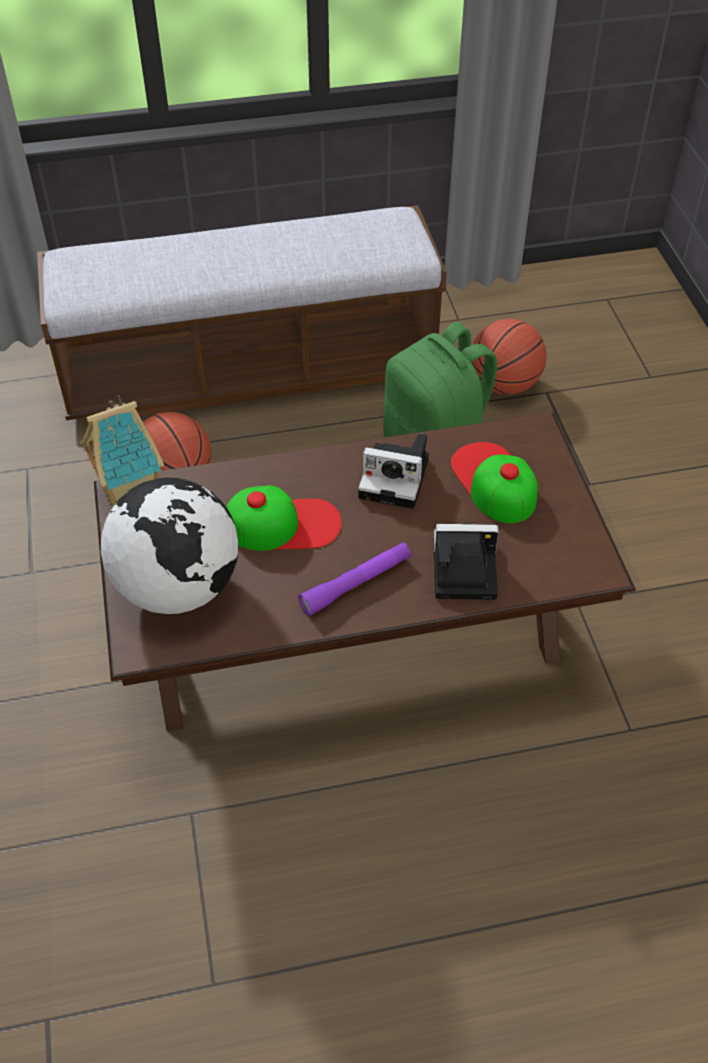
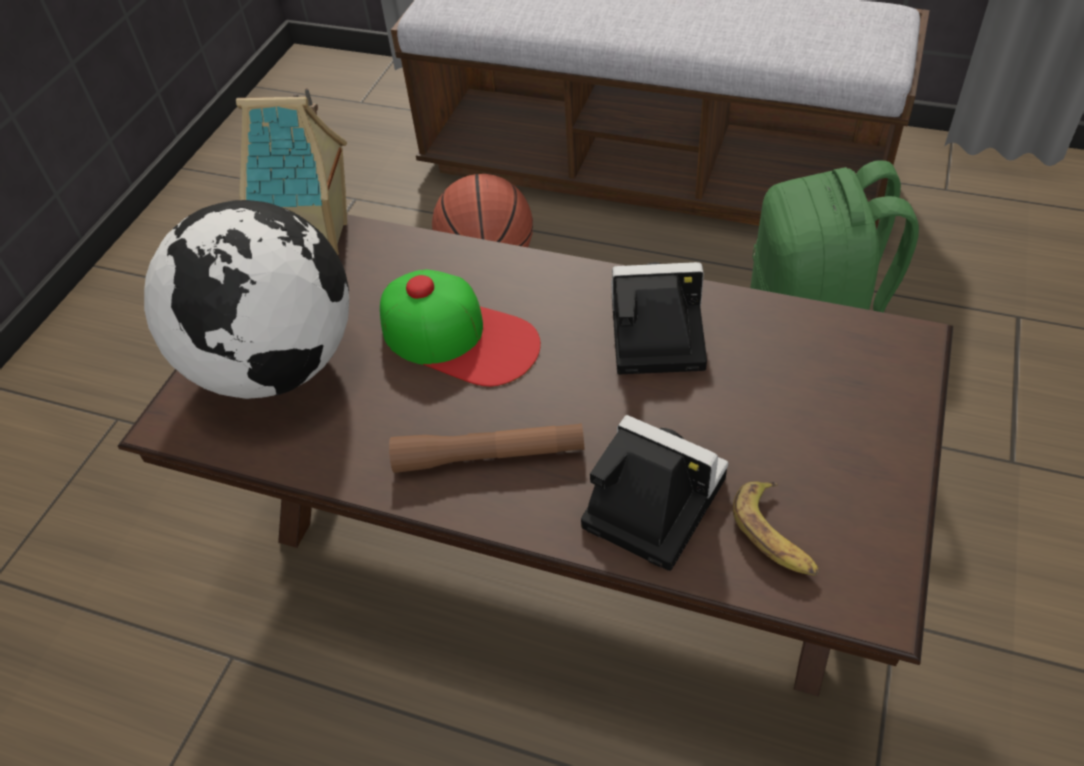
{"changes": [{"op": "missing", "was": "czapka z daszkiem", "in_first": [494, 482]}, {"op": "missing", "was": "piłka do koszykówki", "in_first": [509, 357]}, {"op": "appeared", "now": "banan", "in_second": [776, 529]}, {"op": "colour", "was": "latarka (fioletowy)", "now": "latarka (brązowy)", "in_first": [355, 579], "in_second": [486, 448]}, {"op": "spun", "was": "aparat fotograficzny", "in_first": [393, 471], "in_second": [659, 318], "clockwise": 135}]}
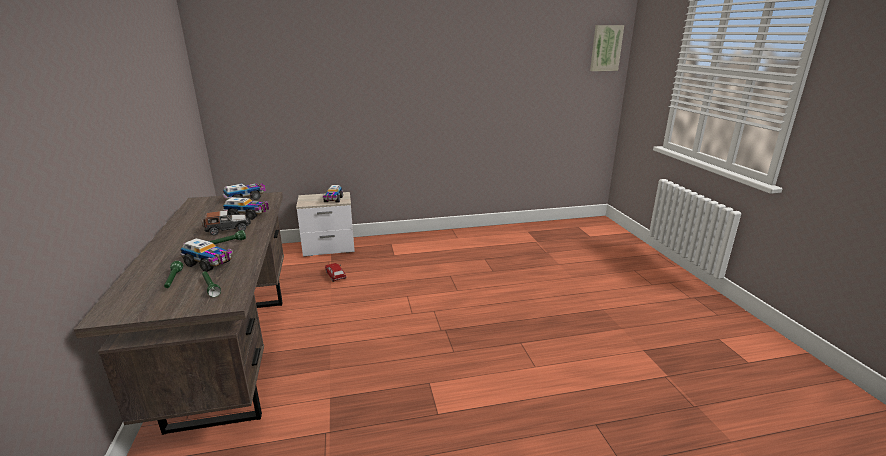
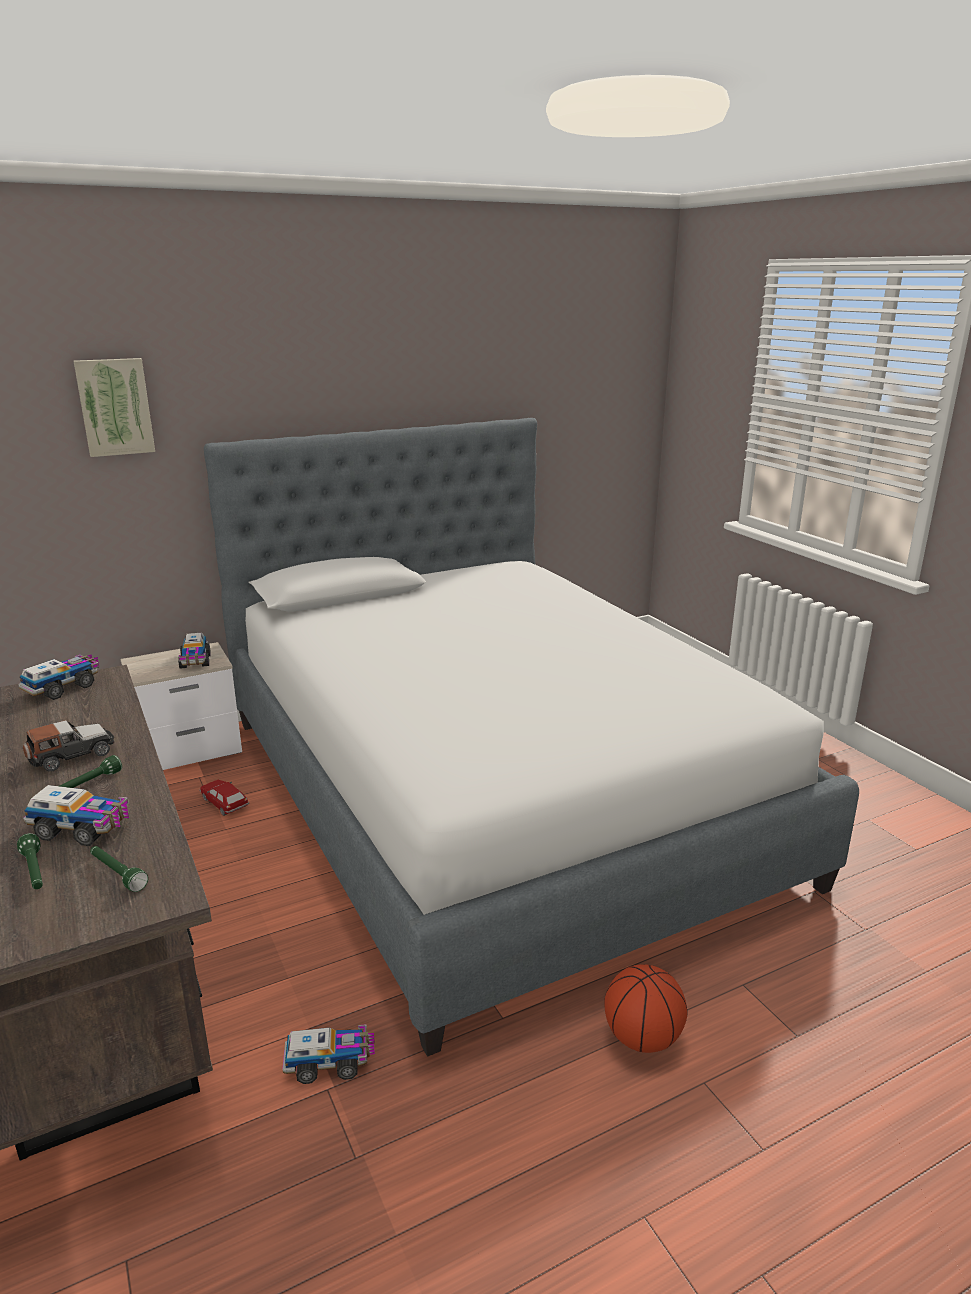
{"changes": [{"op": "appeared", "now": "łóżko", "in_second": [531, 737]}, {"op": "appeared", "now": "piłka do koszykówki", "in_second": [645, 1008]}, {"op": "relocated", "was": "ciężarówka zabawkowa", "in_first": [246, 208], "in_second": [328, 1054]}, {"op": "relocated", "was": "obraz", "in_first": [607, 48], "in_second": [114, 407]}]}
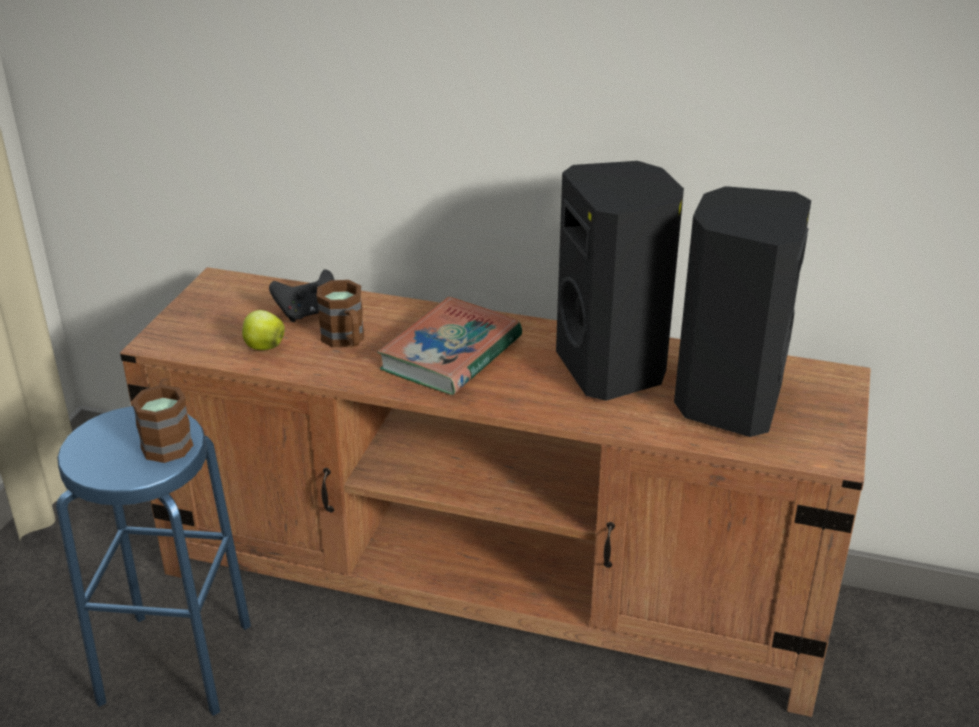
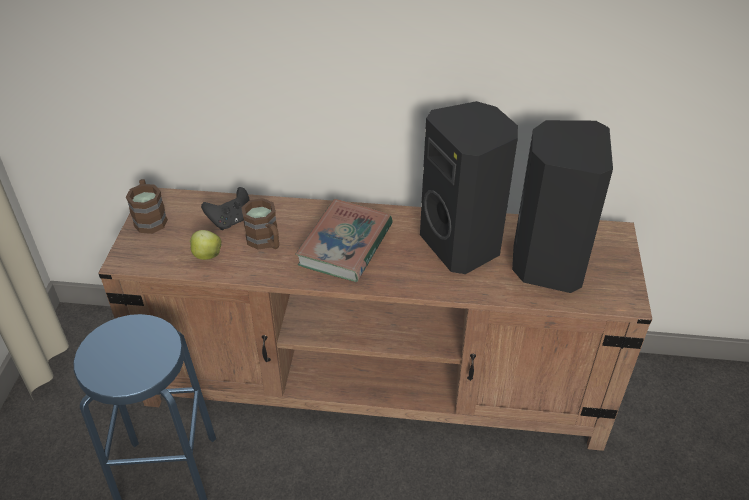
{"changes": [{"op": "relocated", "was": "kubek (brązowy)", "in_first": [162, 421], "in_second": [147, 206]}]}
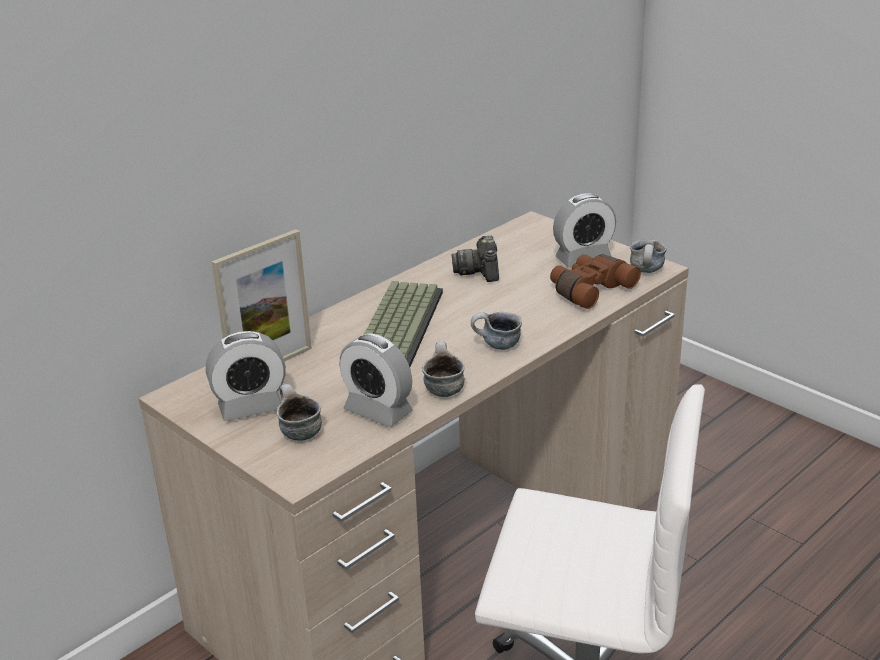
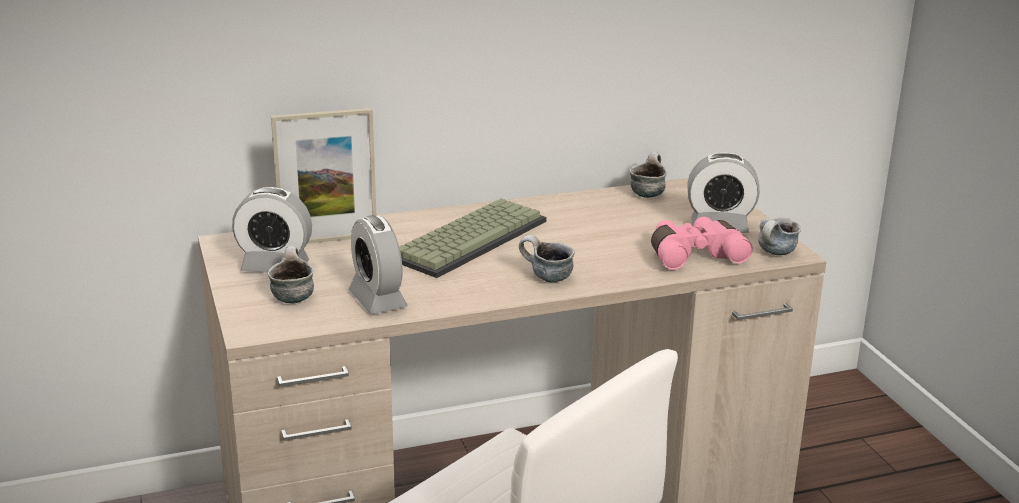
{"changes": [{"op": "missing", "was": "aparat fotograficzny", "in_first": [475, 259]}, {"op": "relocated", "was": "kubek", "in_first": [443, 369], "in_second": [648, 175]}, {"op": "colour", "was": "lornetka (brązowy)", "now": "lornetka (różowy)", "in_first": [595, 281], "in_second": [702, 243]}]}
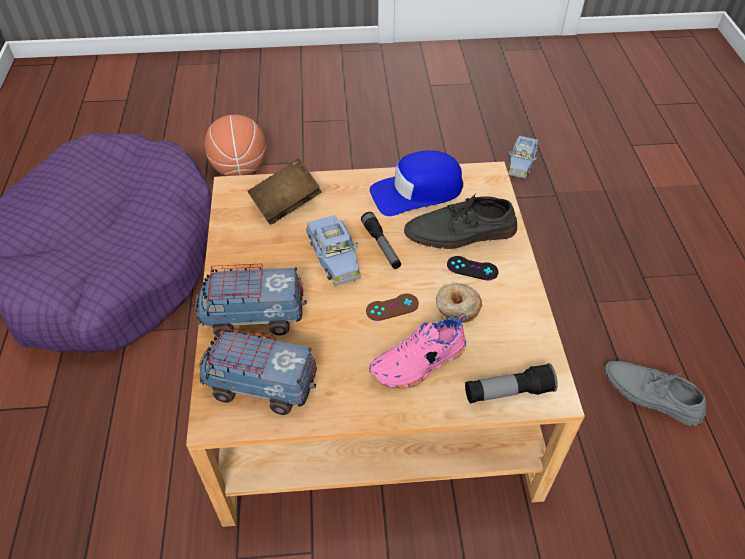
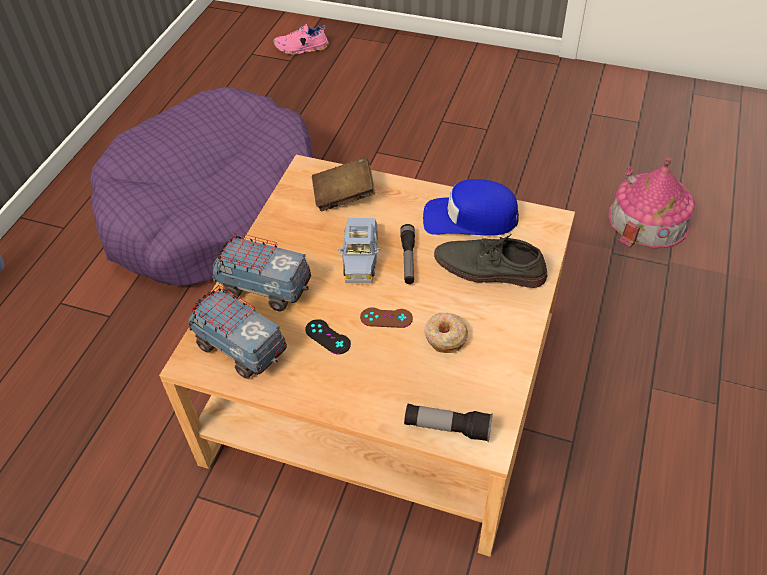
{"changes": [{"op": "missing", "was": "piłka do koszykówki", "in_first": [235, 145]}, {"op": "missing", "was": "but (szary)", "in_first": [655, 393]}, {"op": "relocated", "was": "but (różowy)", "in_first": [418, 351], "in_second": [301, 39]}, {"op": "relocated", "was": "pad do gier (czarny)", "in_first": [473, 268], "in_second": [328, 336]}, {"op": "exchanged", "was": "samochodzik (niebieski)", "now": "domek", "in_first": [523, 157], "in_second": [651, 203]}]}
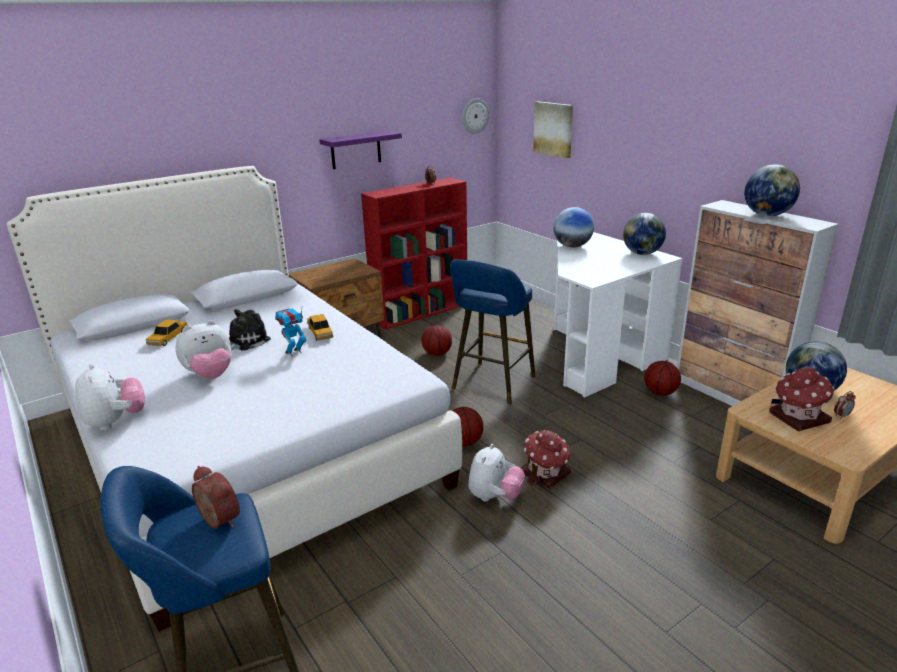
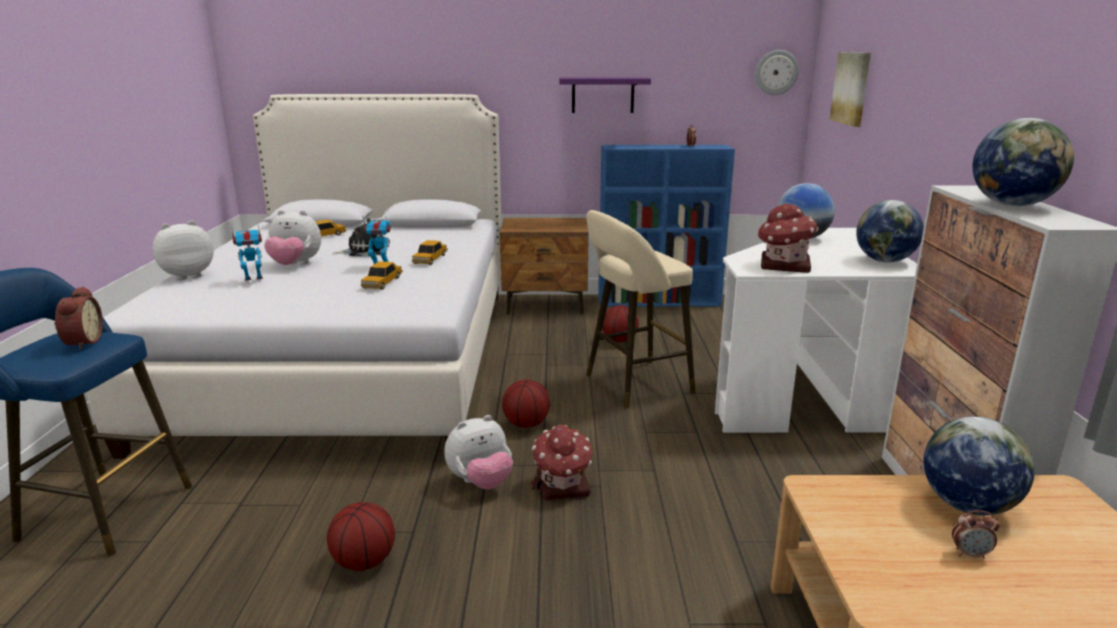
{"changes": [{"op": "appeared", "now": "robot zabawkowy", "in_second": [247, 254]}, {"op": "appeared", "now": "samochodzik", "in_second": [382, 276]}, {"op": "relocated", "was": "piłka do koszykówki", "in_first": [662, 378], "in_second": [361, 536]}, {"op": "relocated", "was": "domek", "in_first": [802, 399], "in_second": [787, 238]}, {"op": "colour", "was": "regał (czerwony)", "now": "regał (niebieski)", "in_first": [414, 253], "in_second": [666, 226]}, {"op": "colour", "was": "stołek (niebieski)", "now": "stołek (beżowy)", "in_first": [493, 331], "in_second": [641, 309]}, {"op": "spun", "was": "pluszak", "in_first": [110, 397], "in_second": [183, 250], "clockwise": -135}]}
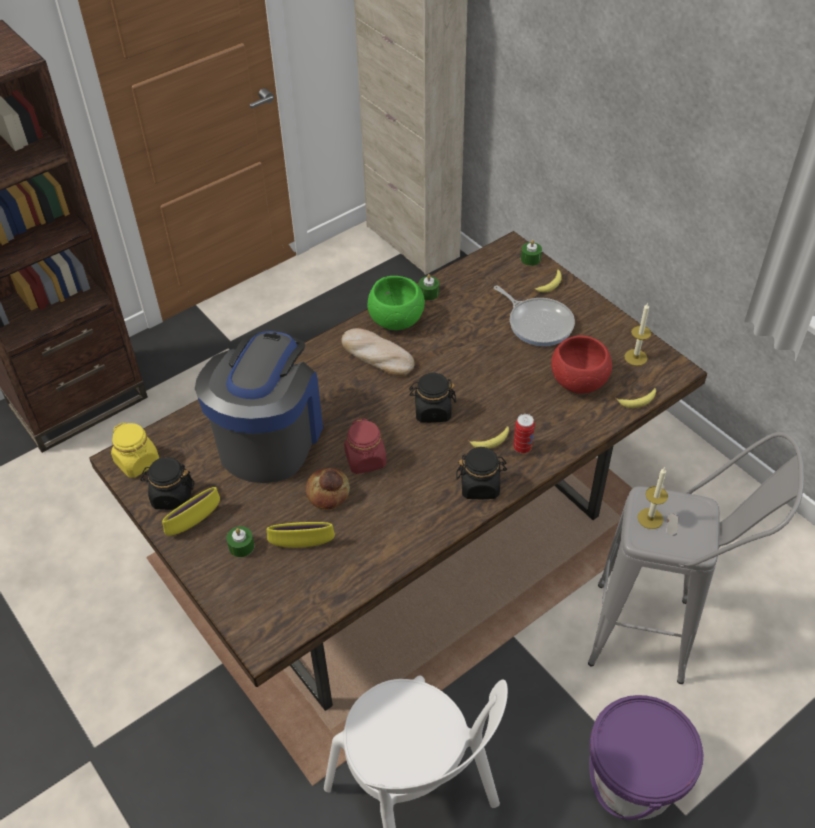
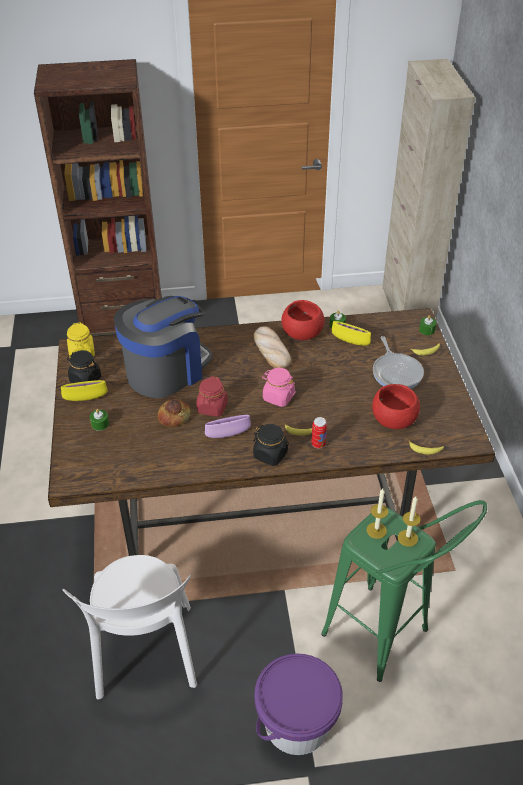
{"changes": [{"op": "appeared", "now": "miska (fioletowy)", "in_second": [228, 426]}, {"op": "relocated", "was": "miska (żółty)", "in_first": [300, 535], "in_second": [351, 333]}, {"op": "relocated", "was": "świeca", "in_first": [637, 334], "in_second": [409, 521]}, {"op": "colour", "was": "miska (zielony)", "now": "miska (czerwony)", "in_first": [396, 303], "in_second": [303, 320]}, {"op": "colour", "was": "słoik (czarny)", "now": "słoik (różowy)", "in_first": [432, 398], "in_second": [279, 387]}, {"op": "colour", "was": "stołek (szary)", "now": "stołek (zielony)", "in_first": [696, 558], "in_second": [404, 591]}]}
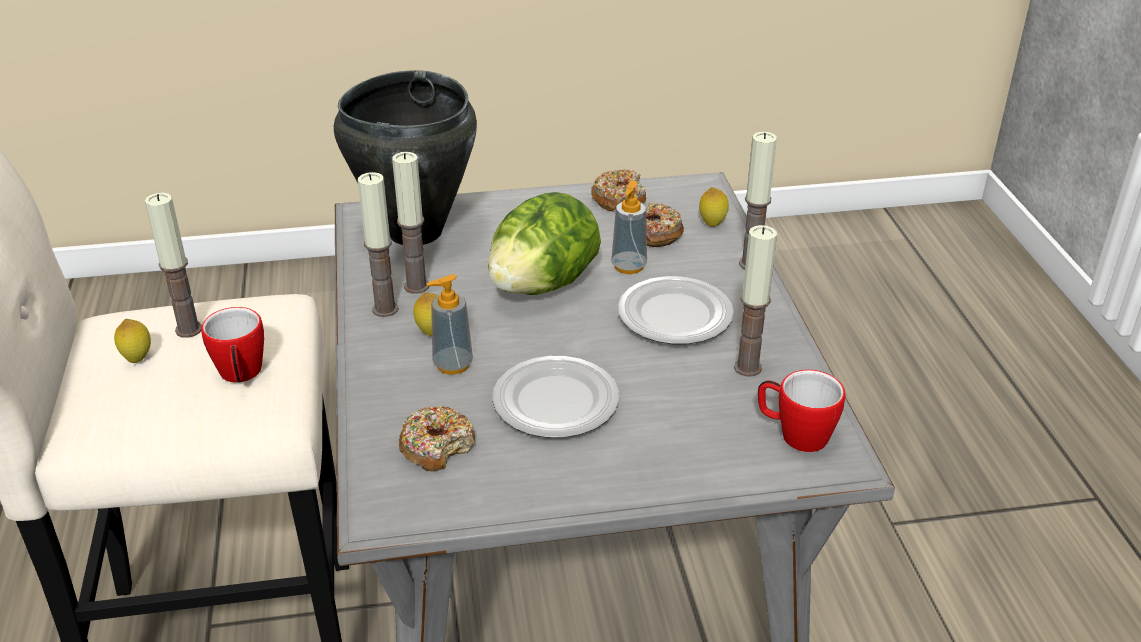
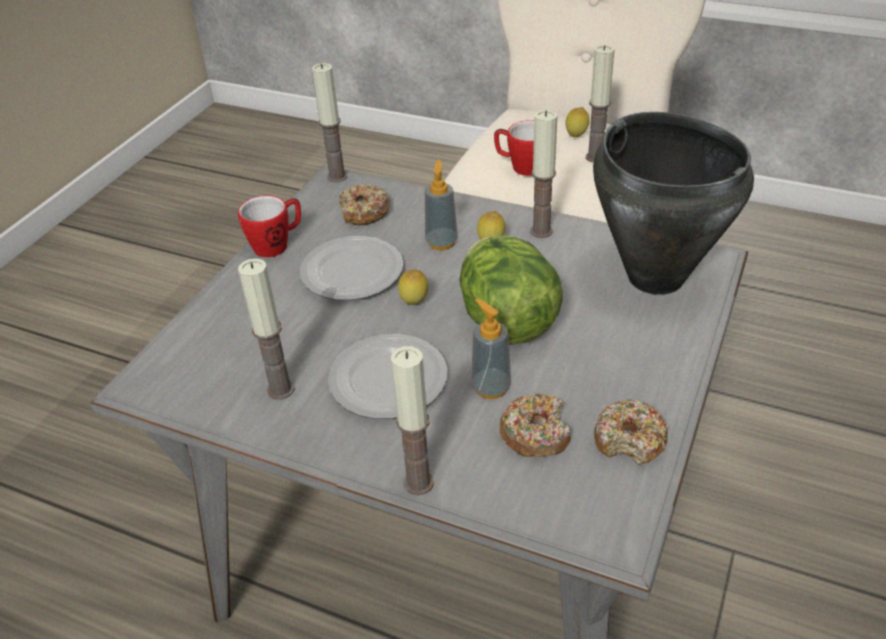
{"changes": [{"op": "relocated", "was": "świeca", "in_first": [410, 223], "in_second": [329, 122]}, {"op": "relocated", "was": "cytryna", "in_first": [714, 207], "in_second": [413, 287]}, {"op": "relocated", "was": "kubek", "in_first": [801, 411], "in_second": [269, 226]}]}
